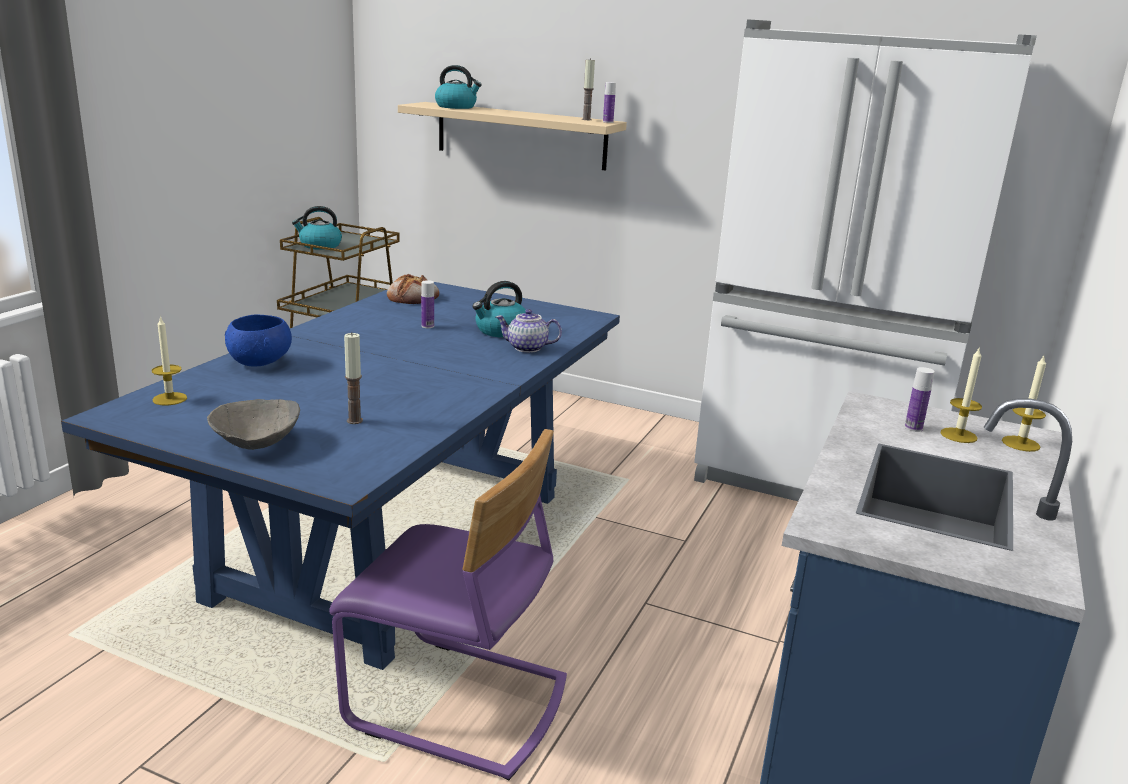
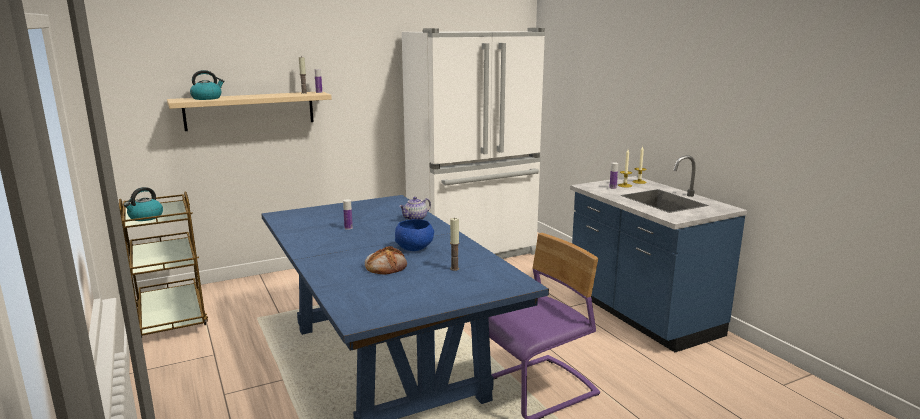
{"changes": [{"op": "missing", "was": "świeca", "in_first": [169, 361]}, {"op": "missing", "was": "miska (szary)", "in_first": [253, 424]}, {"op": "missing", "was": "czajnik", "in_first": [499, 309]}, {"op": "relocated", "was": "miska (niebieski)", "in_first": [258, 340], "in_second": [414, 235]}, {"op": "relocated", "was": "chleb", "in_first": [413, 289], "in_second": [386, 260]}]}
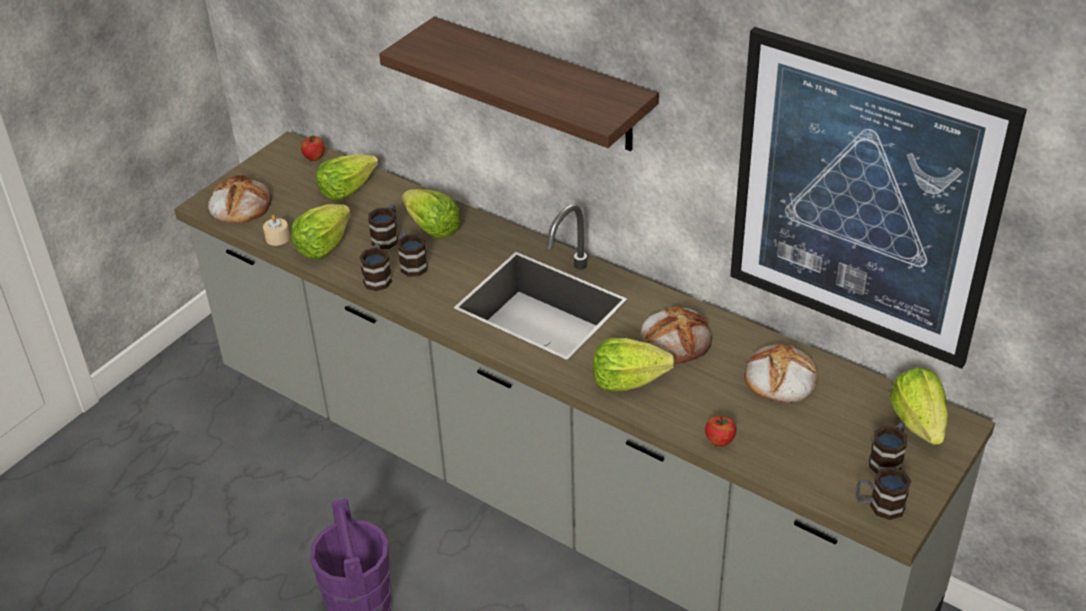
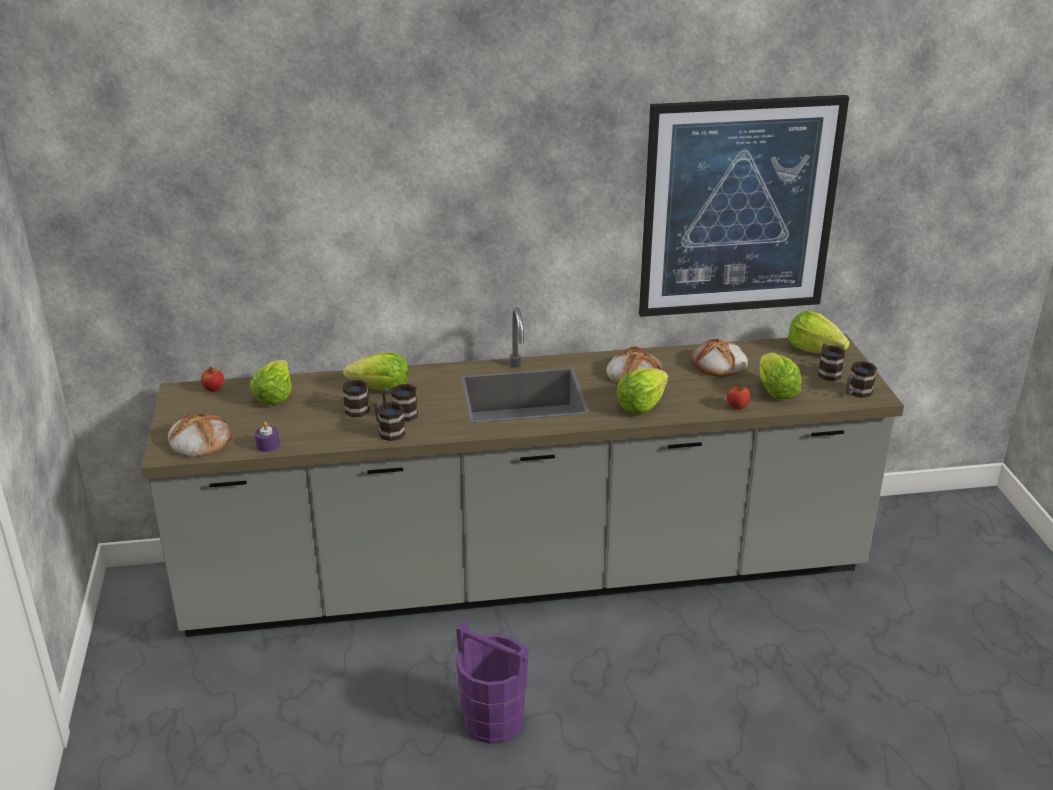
{"changes": [{"op": "missing", "was": "półka", "in_first": [519, 84]}, {"op": "relocated", "was": "sałata", "in_first": [321, 231], "in_second": [780, 376]}, {"op": "colour", "was": "świeca (beżowy)", "now": "świeca (fioletowy)", "in_first": [276, 230], "in_second": [267, 437]}]}
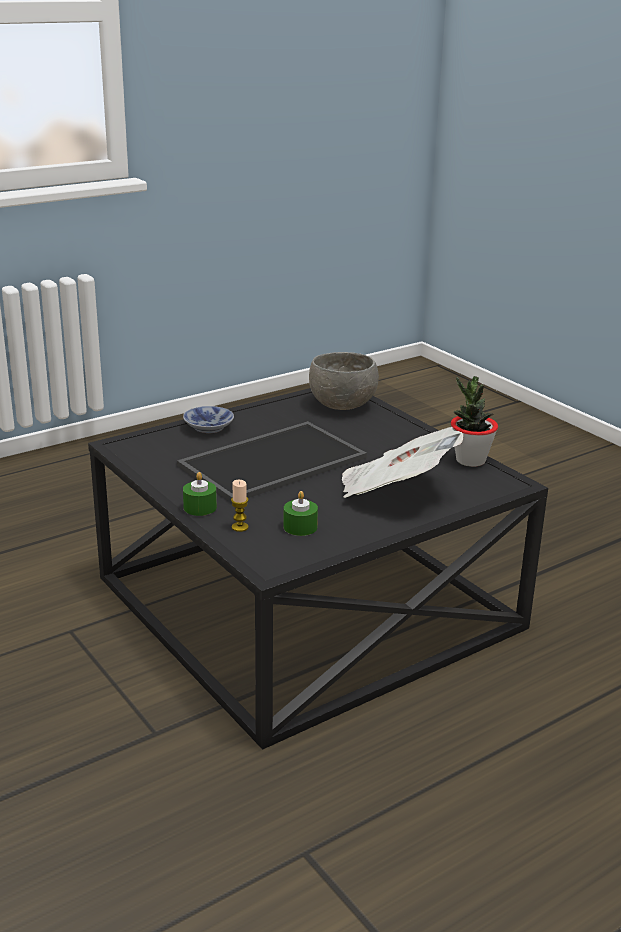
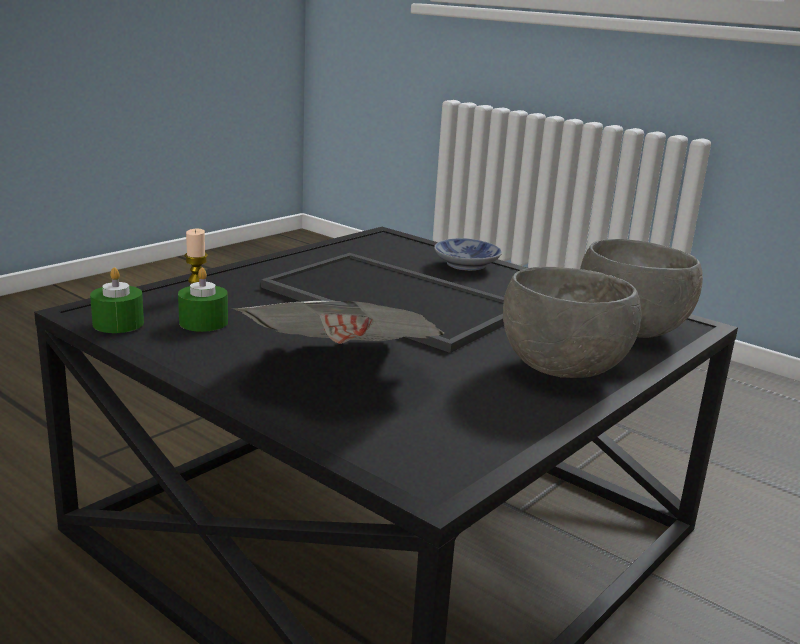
{"changes": [{"op": "missing", "was": "roślina doniczkowa", "in_first": [474, 421]}, {"op": "appeared", "now": "miska (szary)", "in_second": [572, 322]}, {"op": "relocated", "was": "świeca (zielony)", "in_first": [200, 494], "in_second": [117, 300]}]}
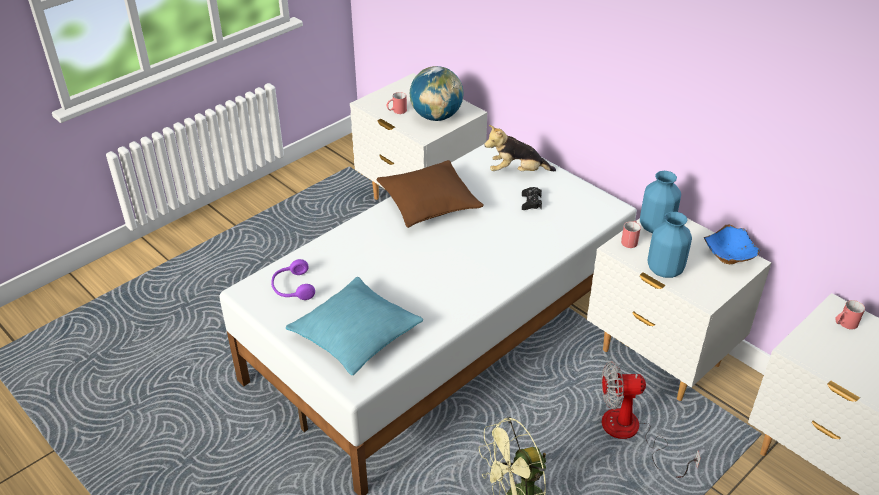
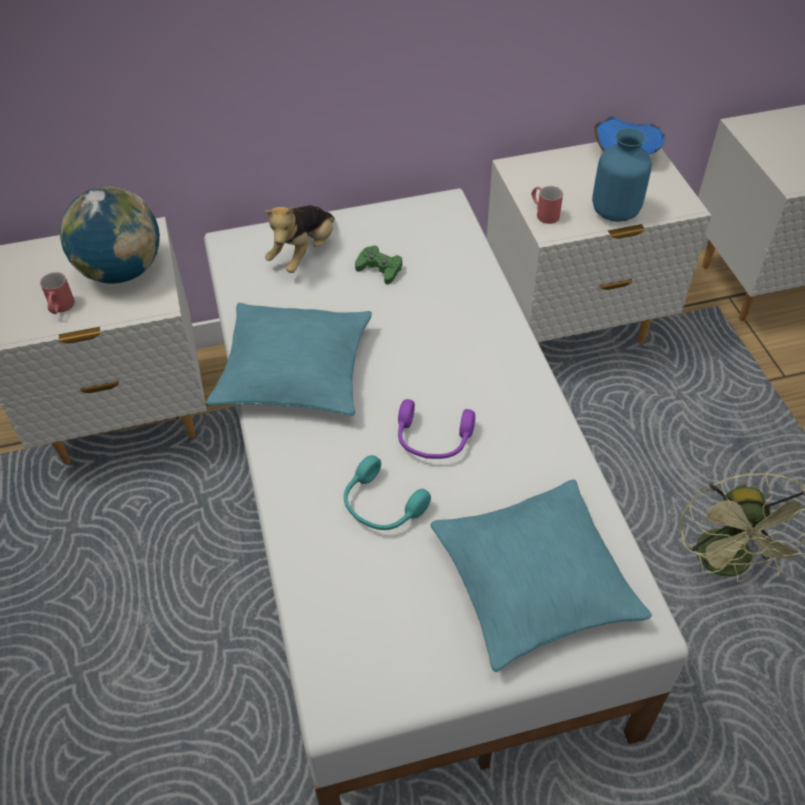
{"changes": [{"op": "missing", "was": "wentylator", "in_first": [651, 419]}, {"op": "missing", "was": "wazon (niebieski)", "in_first": [660, 202]}, {"op": "missing", "was": "kubek (czerwony)", "in_first": [850, 314]}, {"op": "appeared", "now": "słuchawki (turkusowy)", "in_second": [387, 492]}, {"op": "relocated", "was": "słuchawki (fioletowy)", "in_first": [293, 279], "in_second": [436, 429]}, {"op": "colour", "was": "poduszka (brązowy)", "now": "poduszka (turkusowy)", "in_first": [430, 194], "in_second": [289, 359]}, {"op": "colour", "was": "pad do gier (czarny)", "now": "pad do gier (zielony)", "in_first": [532, 198], "in_second": [378, 265]}]}
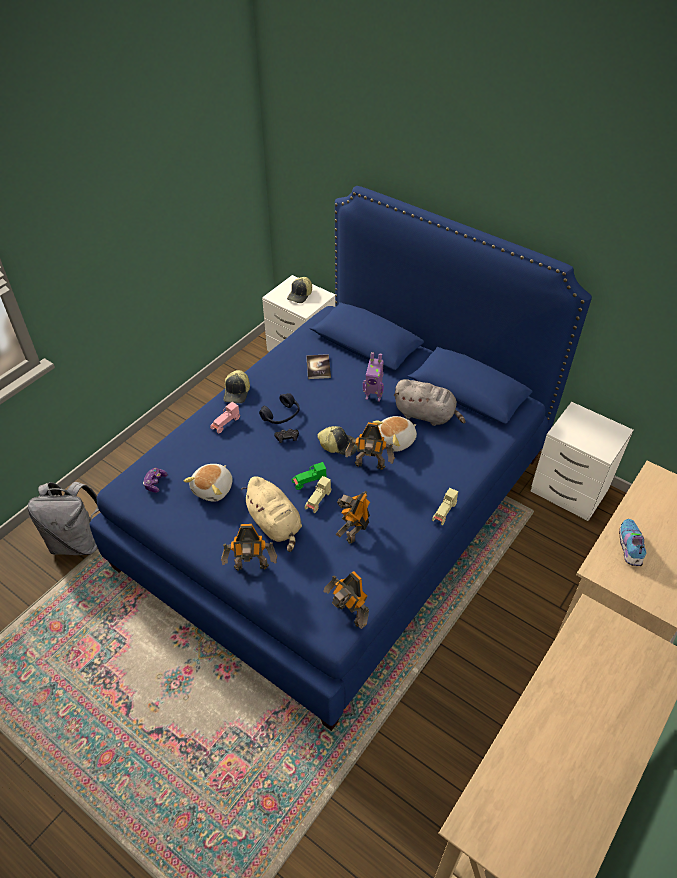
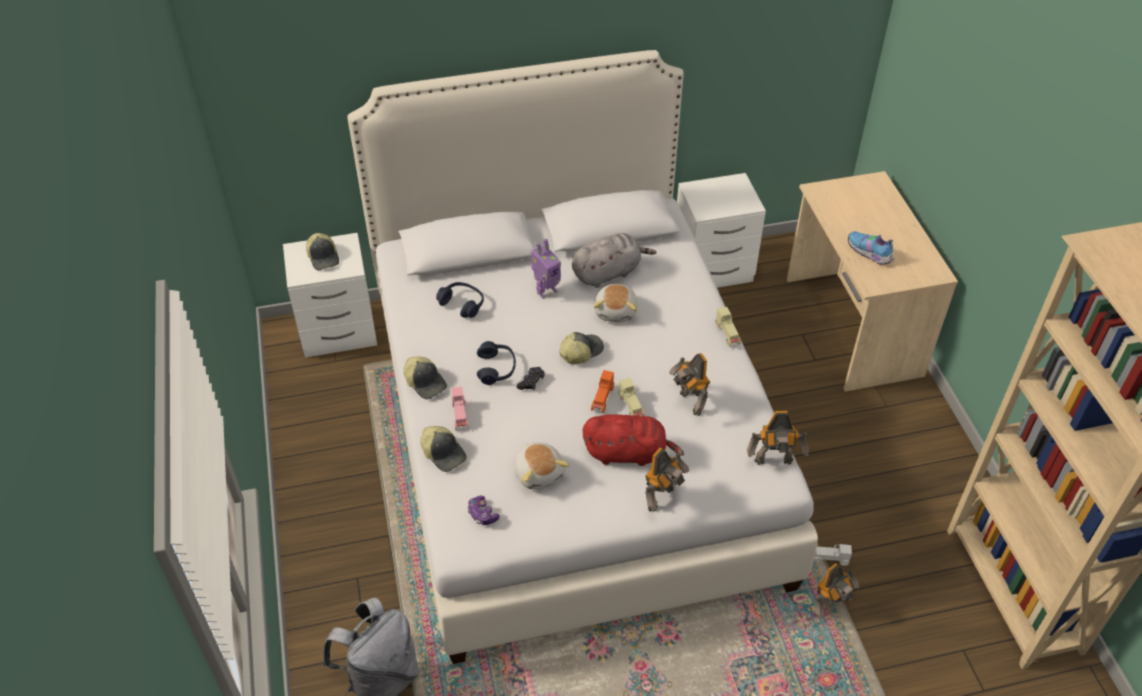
{"changes": [{"op": "appeared", "now": "czapka z daszkiem", "in_second": [443, 449]}, {"op": "appeared", "now": "samochodzik (biały)", "in_second": [833, 555]}, {"op": "relocated", "was": "robot zabawkowy", "in_first": [370, 446], "in_second": [837, 591]}, {"op": "exchanged", "was": "książka", "now": "słuchawki (niebieski)", "in_first": [318, 366], "in_second": [460, 300]}, {"op": "colour", "was": "łóżko (niebieski)", "now": "łóżko (biały)", "in_first": [341, 458], "in_second": [582, 357]}, {"op": "colour", "was": "pluszak (beżowy)", "now": "pluszak (czerwony)", "in_first": [271, 514], "in_second": [633, 440]}, {"op": "colour", "was": "samochodzik (zielony)", "now": "samochodzik (pomarańczowy)", "in_first": [309, 476], "in_second": [602, 391]}]}
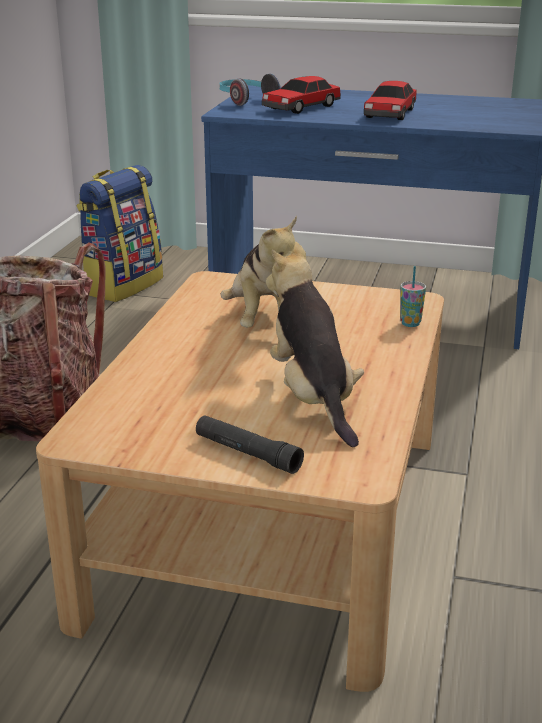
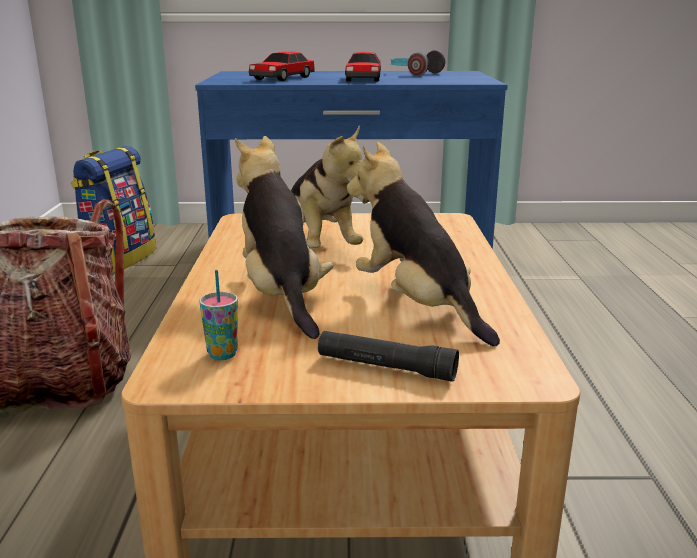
{"changes": [{"op": "appeared", "now": "pluszak", "in_second": [284, 237]}, {"op": "relocated", "was": "słuchawki", "in_first": [249, 90], "in_second": [418, 63]}, {"op": "relocated", "was": "filiżanka", "in_first": [413, 296], "in_second": [218, 315]}]}
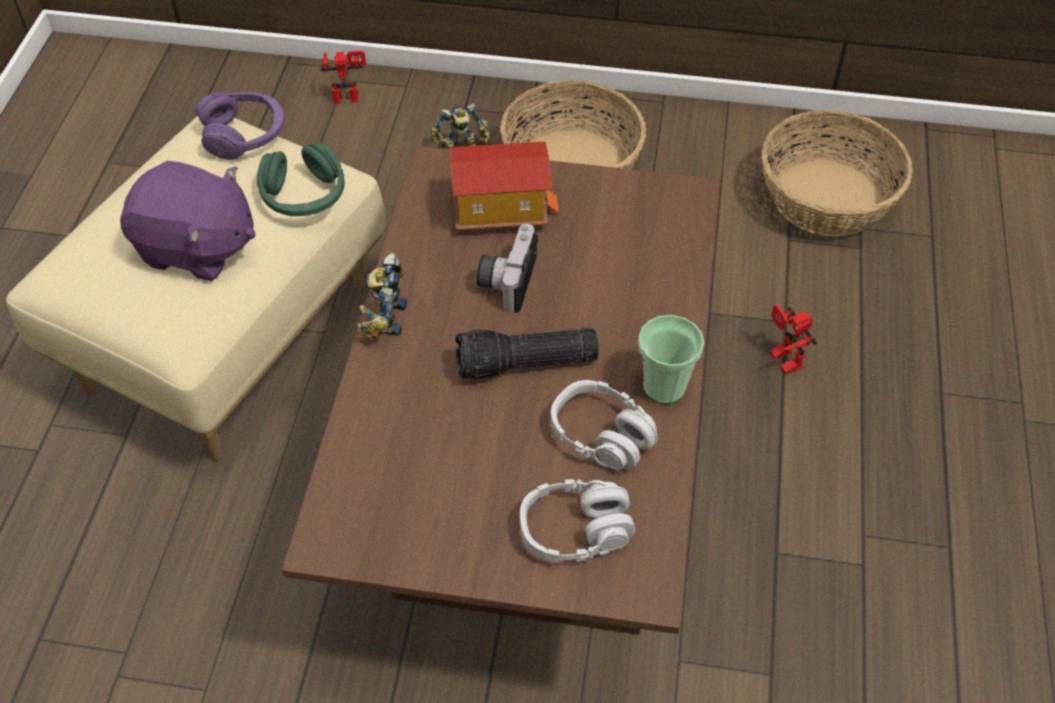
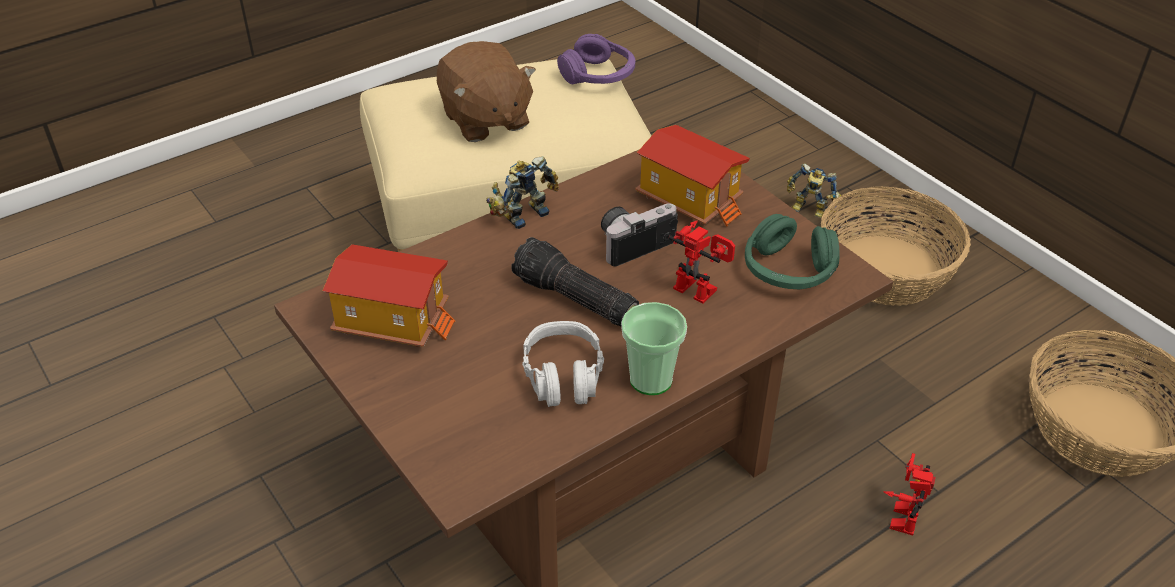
{"changes": [{"op": "missing", "was": "słuchawki (szary)", "in_first": [578, 520]}, {"op": "appeared", "now": "domek", "in_second": [389, 295]}, {"op": "relocated", "was": "słuchawki (zielony)", "in_first": [301, 179], "in_second": [792, 252]}, {"op": "relocated", "was": "robot zabawkowy", "in_first": [343, 77], "in_second": [701, 262]}, {"op": "colour", "was": "pluszak (fioletowy)", "now": "pluszak (brązowy)", "in_first": [188, 221], "in_second": [486, 91]}]}
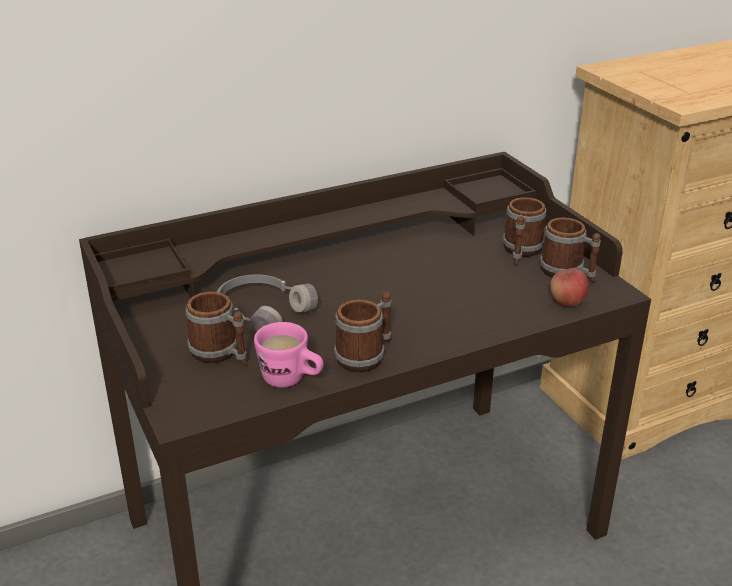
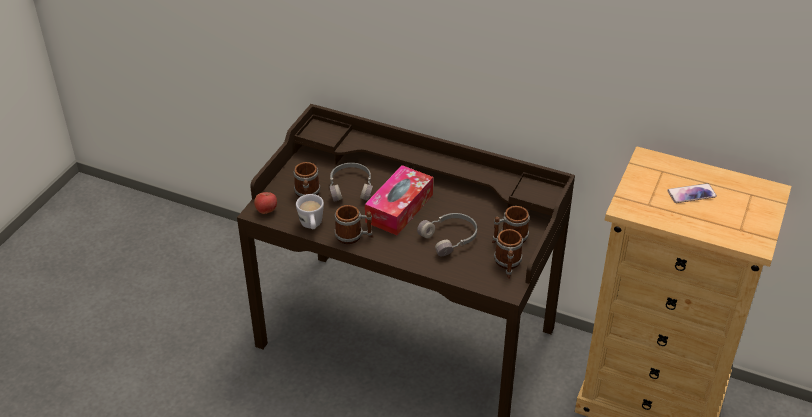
{"changes": [{"op": "appeared", "now": "pudełko chusteczek", "in_second": [399, 200]}, {"op": "appeared", "now": "słuchawki (szary)", "in_second": [447, 234]}, {"op": "appeared", "now": "telefon", "in_second": [692, 193]}, {"op": "relocated", "was": "jabłko", "in_first": [569, 288], "in_second": [265, 203]}, {"op": "colour", "was": "kubek (różowy)", "now": "kubek (biały)", "in_first": [289, 355], "in_second": [310, 211]}]}
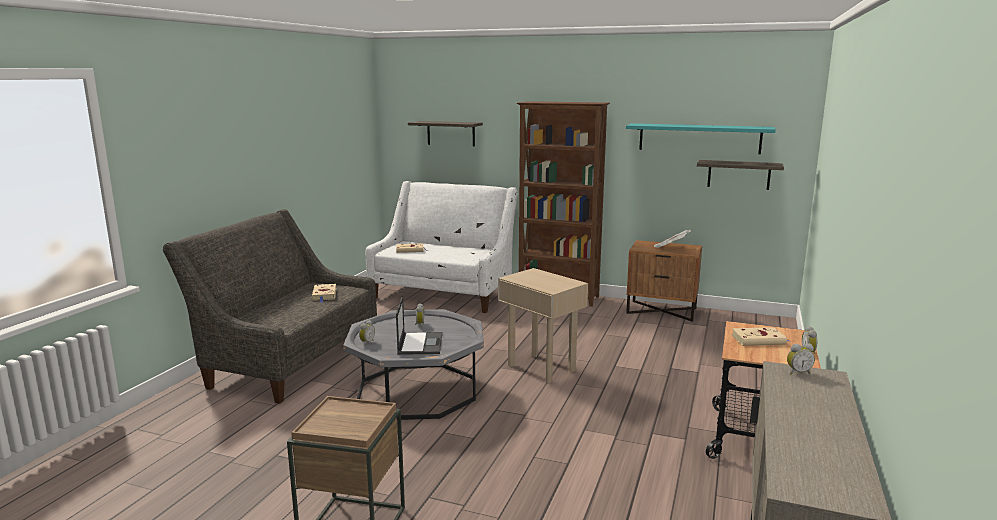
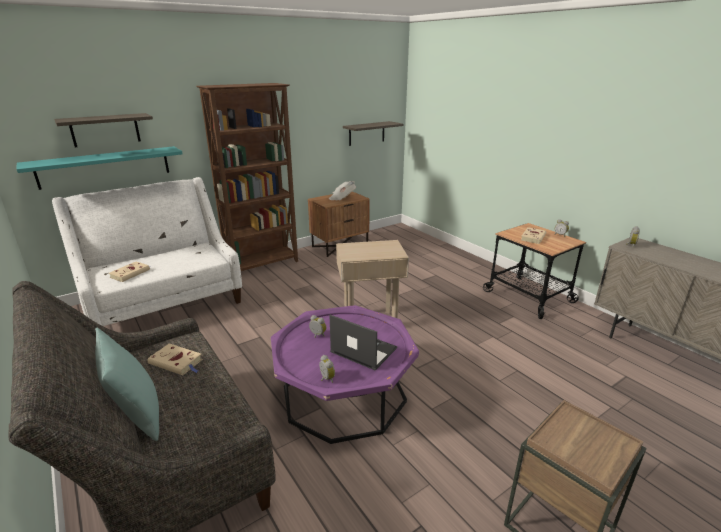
{"changes": [{"op": "appeared", "now": "poduszka (turkusowy)", "in_second": [127, 384]}, {"op": "relocated", "was": "półka (turkusowy)", "in_first": [701, 138], "in_second": [100, 168]}, {"op": "colour", "was": "ława (szary)", "now": "ława (fioletowy)", "in_first": [413, 364], "in_second": [345, 374]}]}
